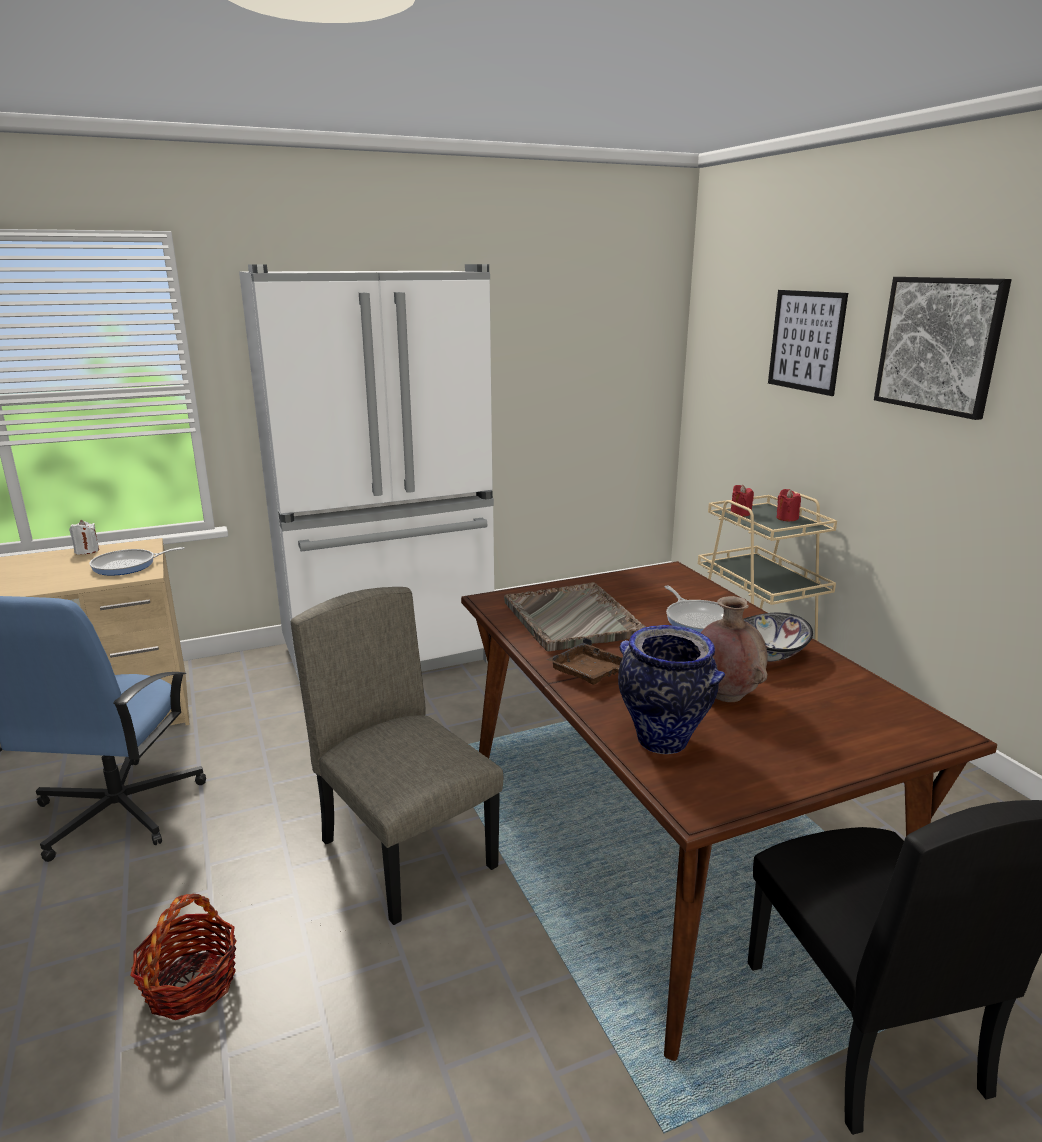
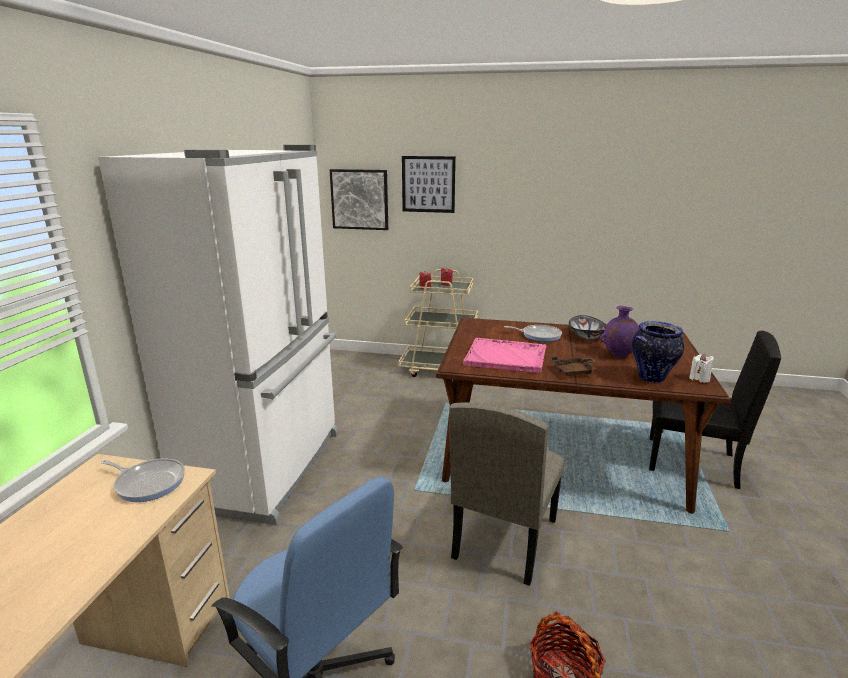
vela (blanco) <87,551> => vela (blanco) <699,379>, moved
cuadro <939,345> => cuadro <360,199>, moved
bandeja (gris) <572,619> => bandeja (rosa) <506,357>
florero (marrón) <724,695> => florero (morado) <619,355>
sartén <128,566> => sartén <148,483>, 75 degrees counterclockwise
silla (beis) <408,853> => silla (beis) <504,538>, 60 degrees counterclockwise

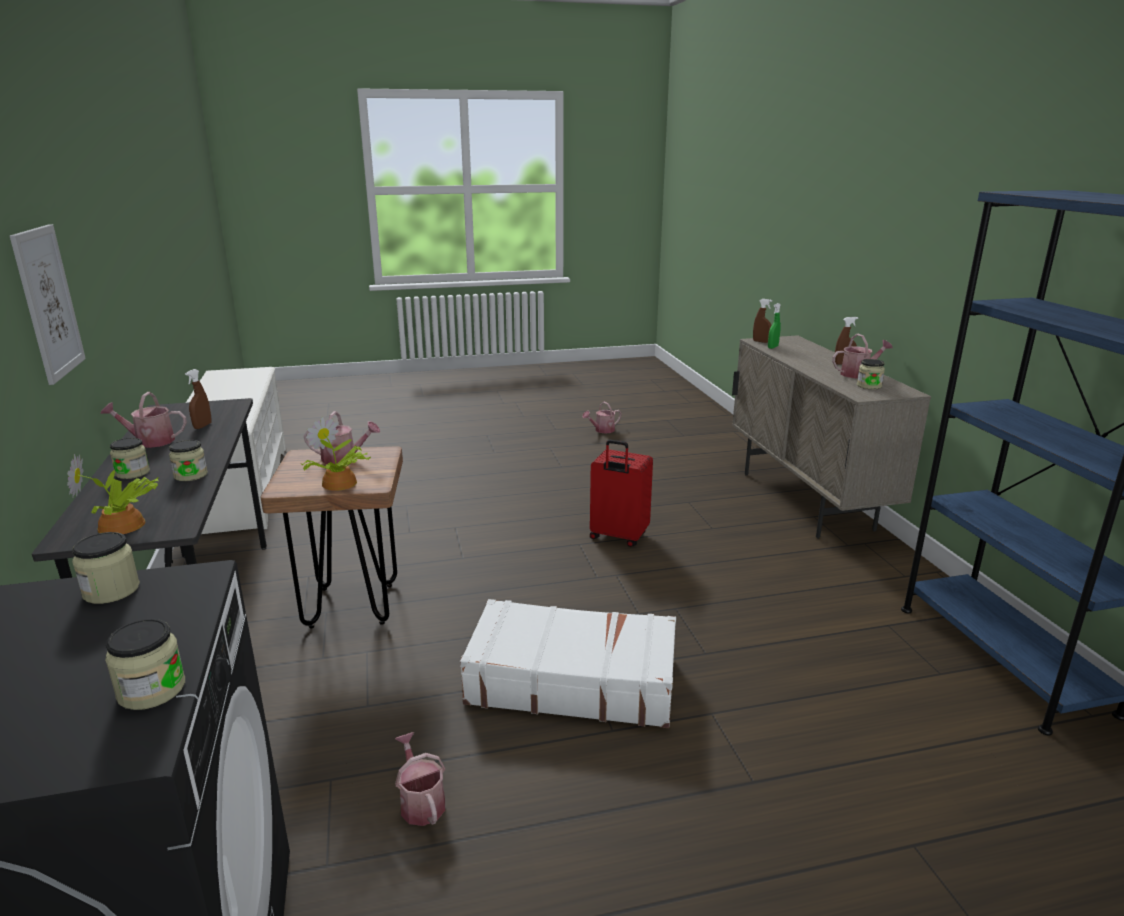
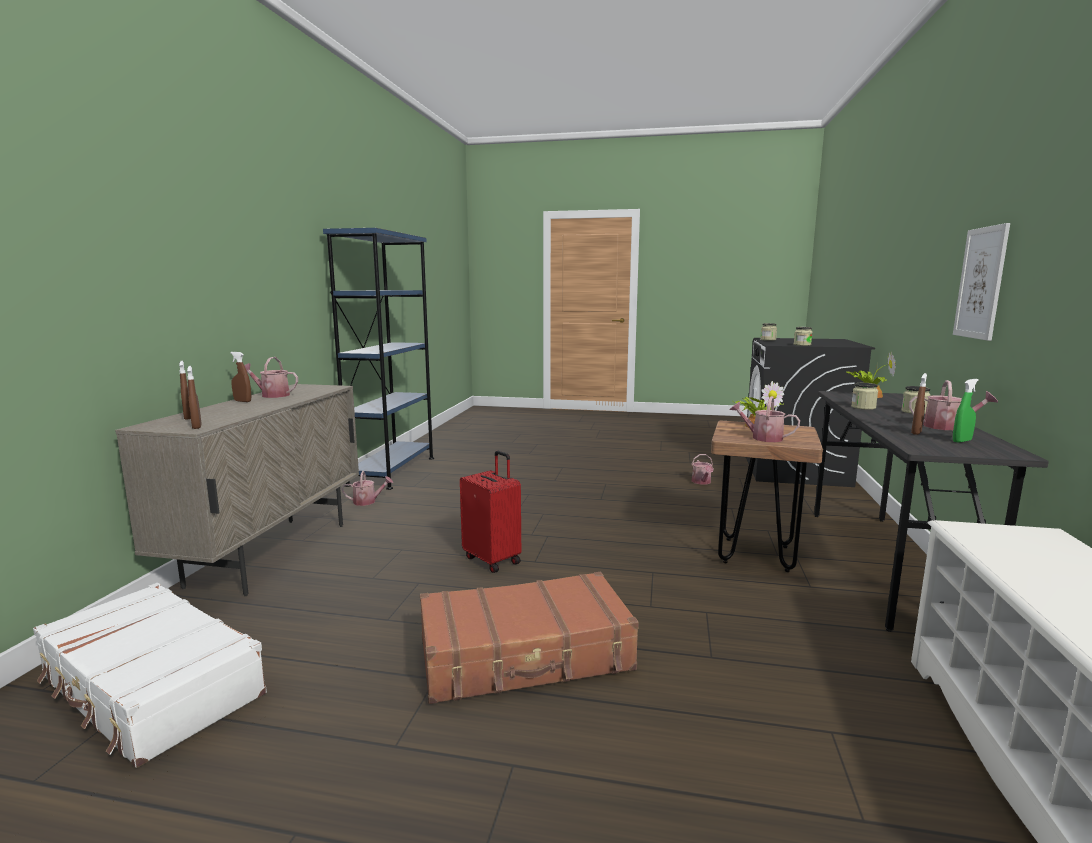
tarro <869,386> => nothing
nothing => pulverizador (marrón) <188,417>
nothing => maleta (marrón) <526,655>
maleta (blanco) <571,680> => maleta (blanco) <151,687>, moved
regadera <602,430> => regadera <368,501>, moved
pulverizador (verde) <772,347> => pulverizador (verde) <961,441>, moved

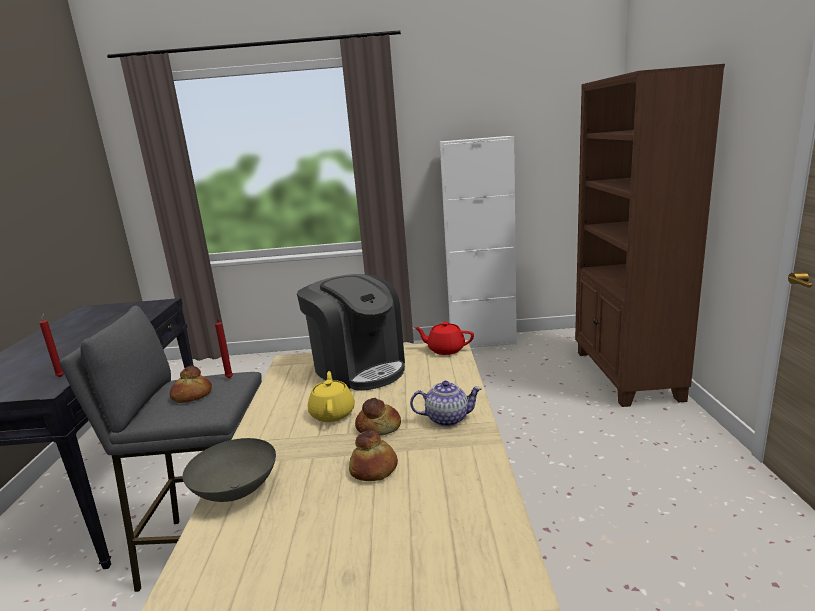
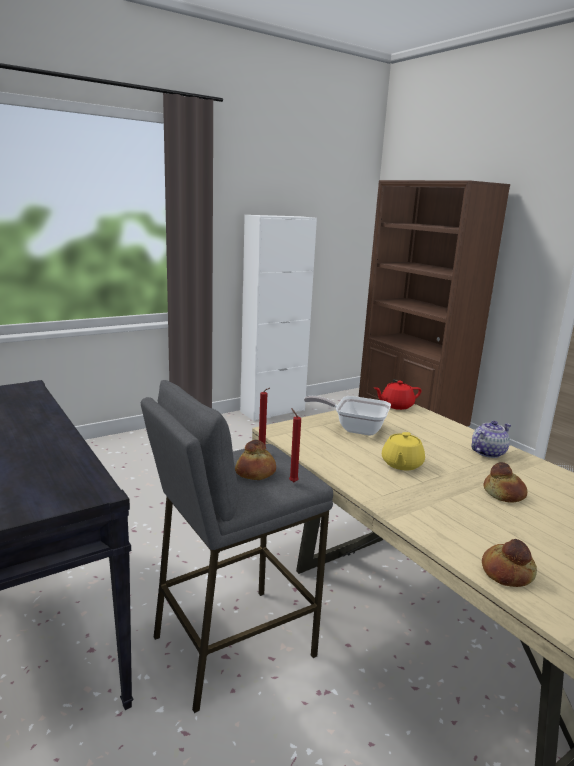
cuenco (gris) <236,492> => nothing
vela (rojo) <61,376> => vela (rojo) <292,481>, moved
pan <378,426> => pan <506,572>, moved
cafetera <358,368> => sartén <354,428>
tetera (amarillo) <332,413> => tetera (amarillo) <401,464>, 120 degrees counterclockwise

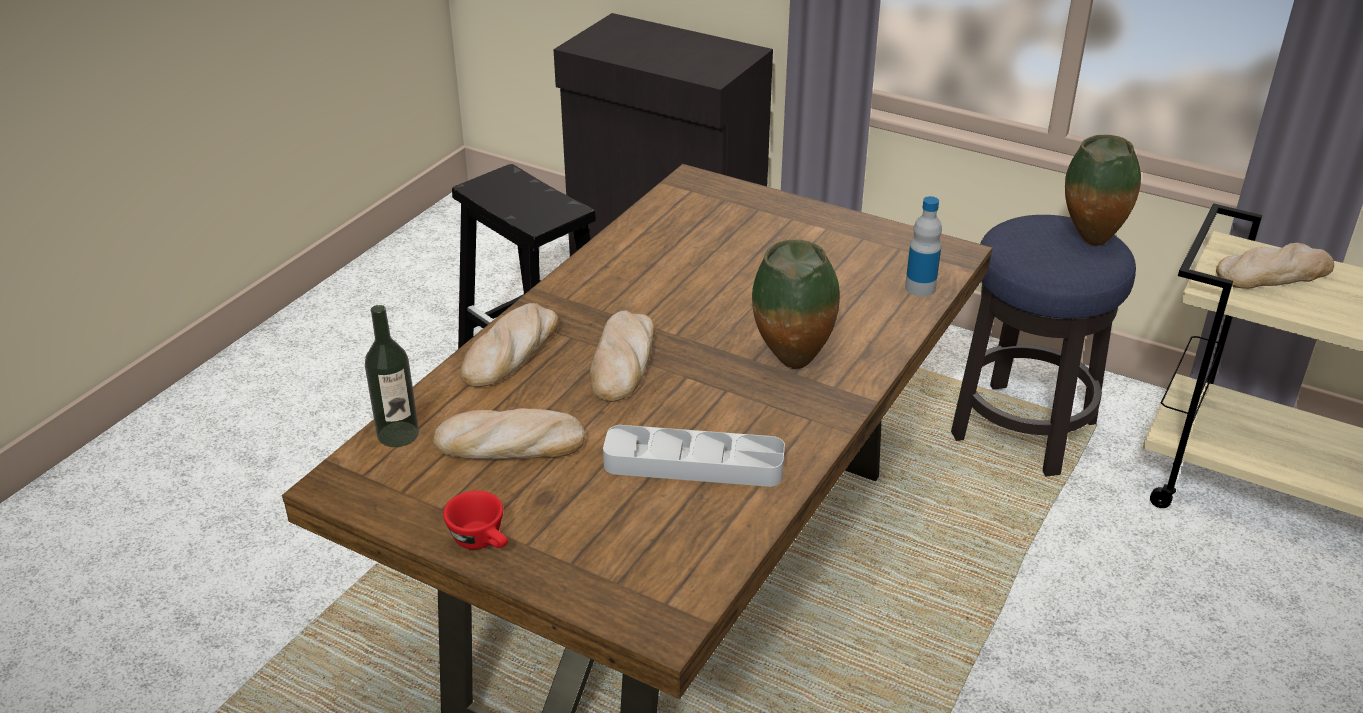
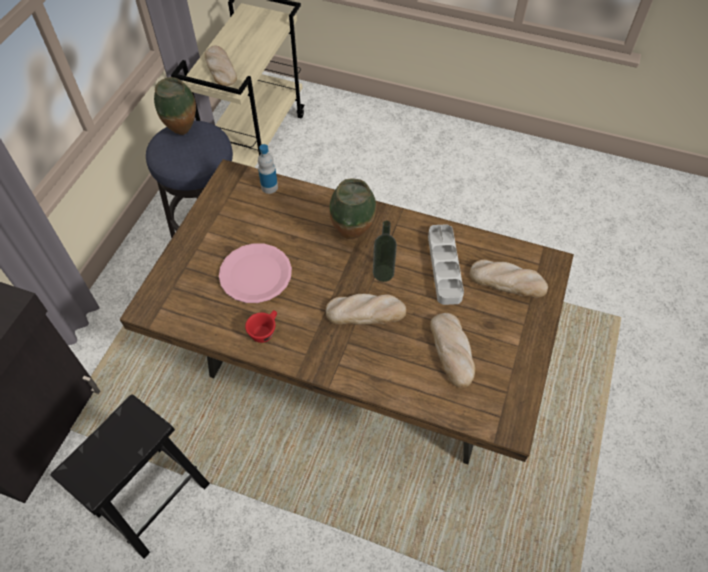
nothing => plato (rosa) <255,274>
botella <398,434> => botella <383,273>, moved
taza (rojo) <483,541> => taza (rojo) <264,331>, moved
pan <510,351> => pan <508,281>, moved

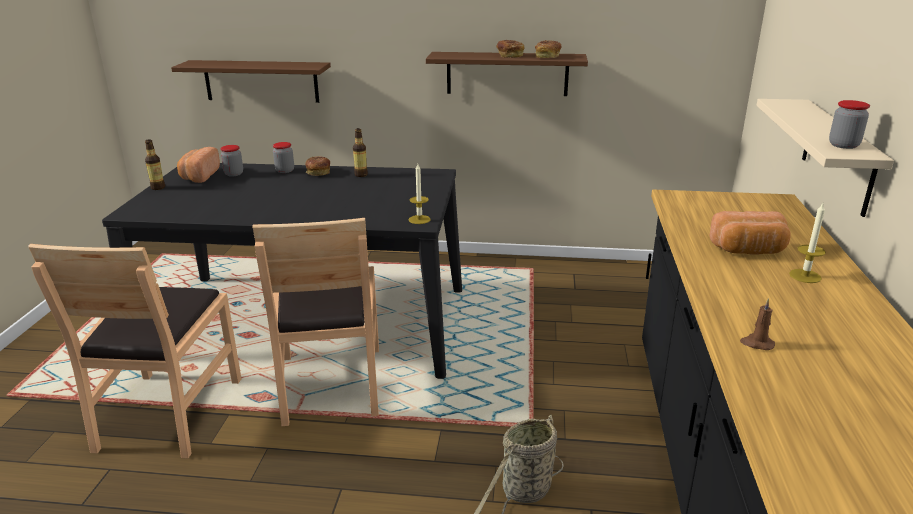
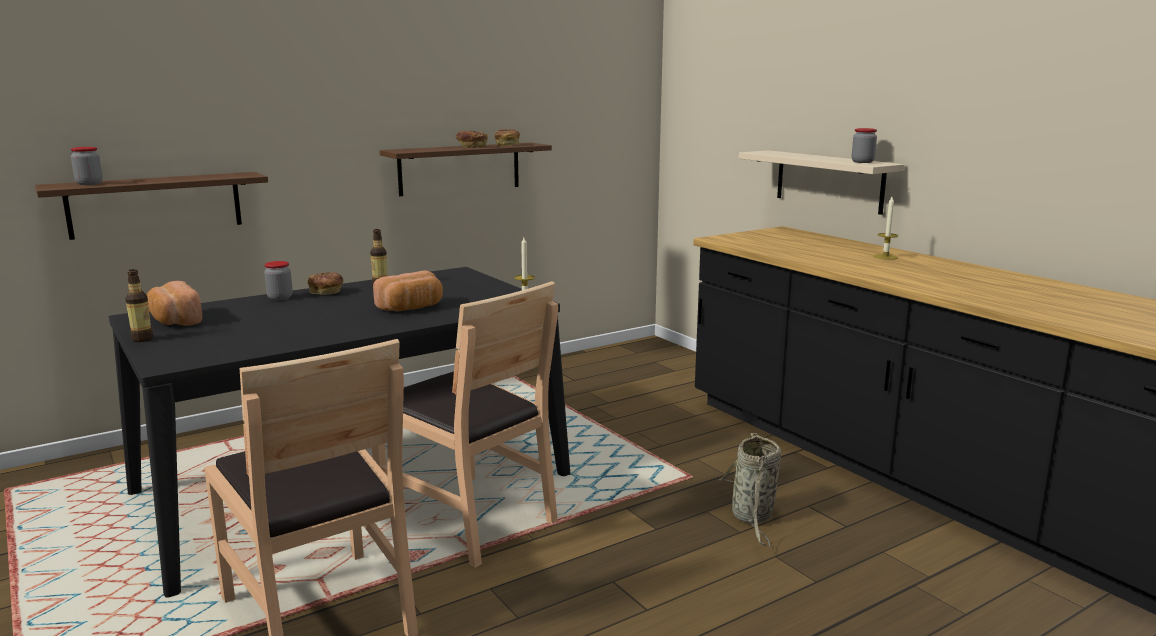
vela (marrón) <756,343> => nothing
tarro <234,174> => tarro <89,184>, moved
pan <748,250> => pan <412,308>, moved

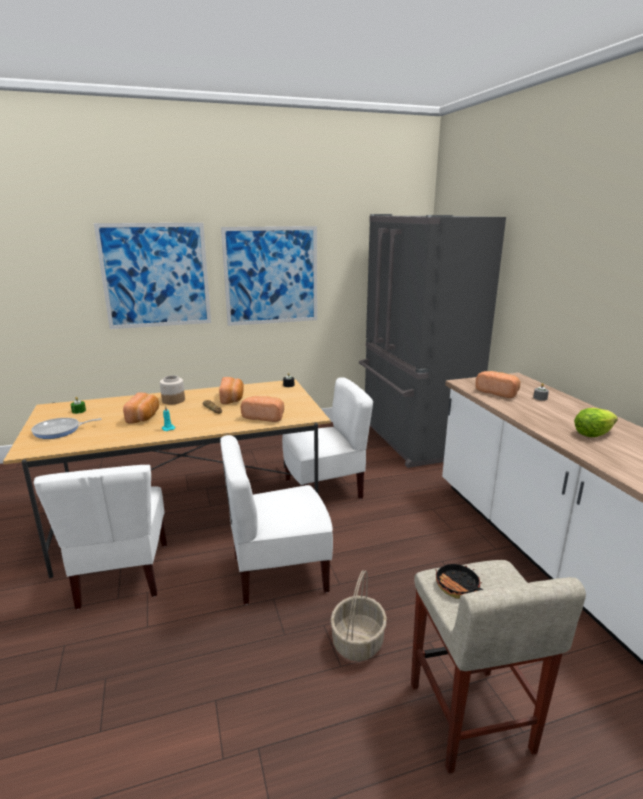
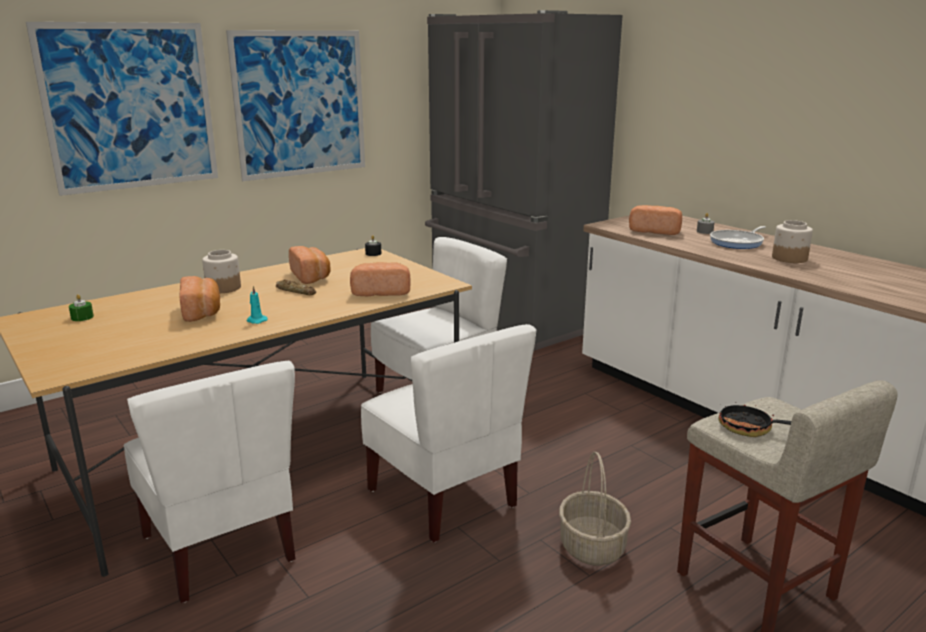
sartén <59,431> => sartén <738,242>, moved
lechuga <592,434> => tarro <789,258>
silla (blanco) <278,573> => silla (blanco) <444,497>, 90 degrees counterclockwise

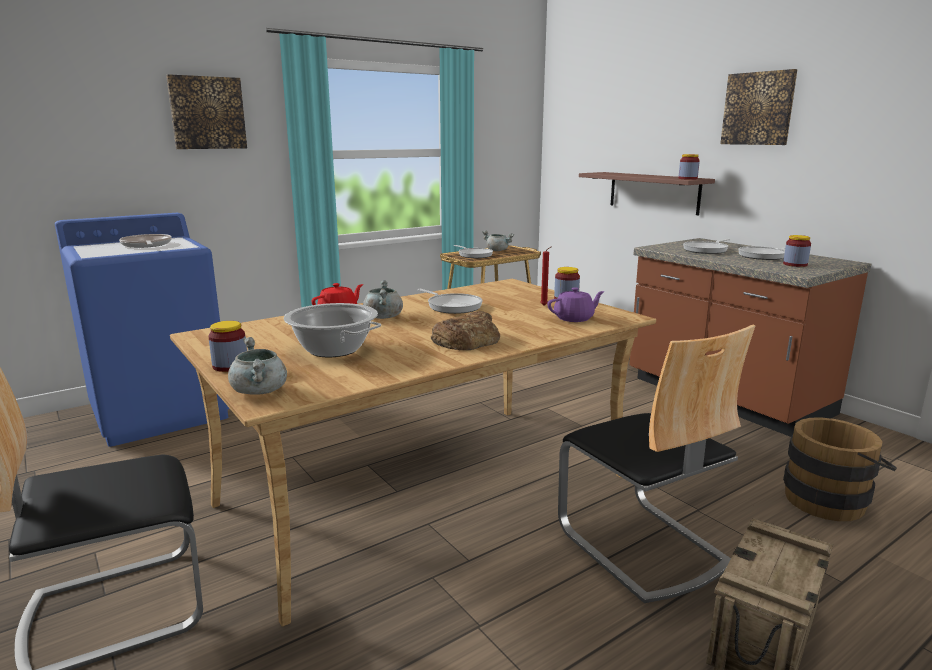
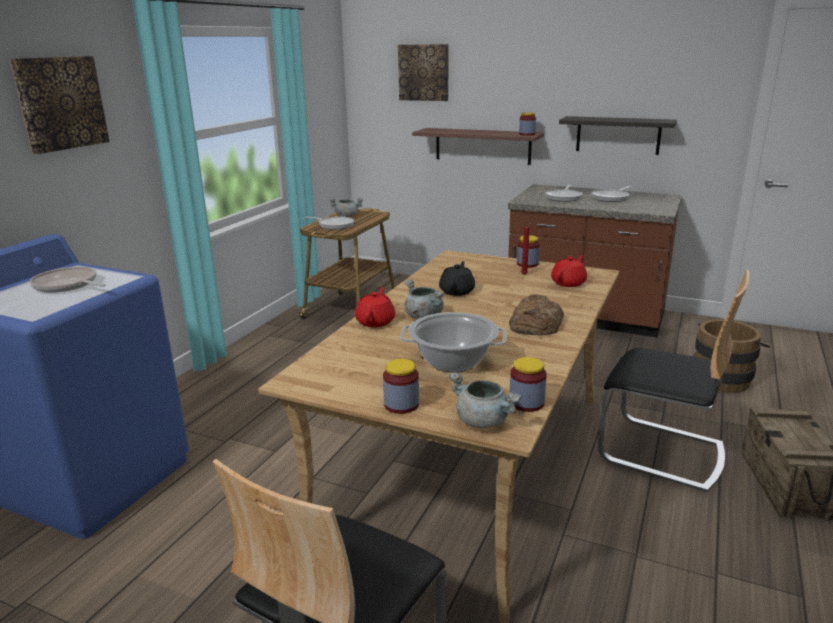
nothing => estante <618,135>
cuadro <758,108> => cuadro <424,72>, moved
tarro <795,264> => tarro <526,403>, moved
sartén <452,306> => tetera (negro) <457,291>
tetera (morado) <574,318> => tetera (rojo) <569,283>

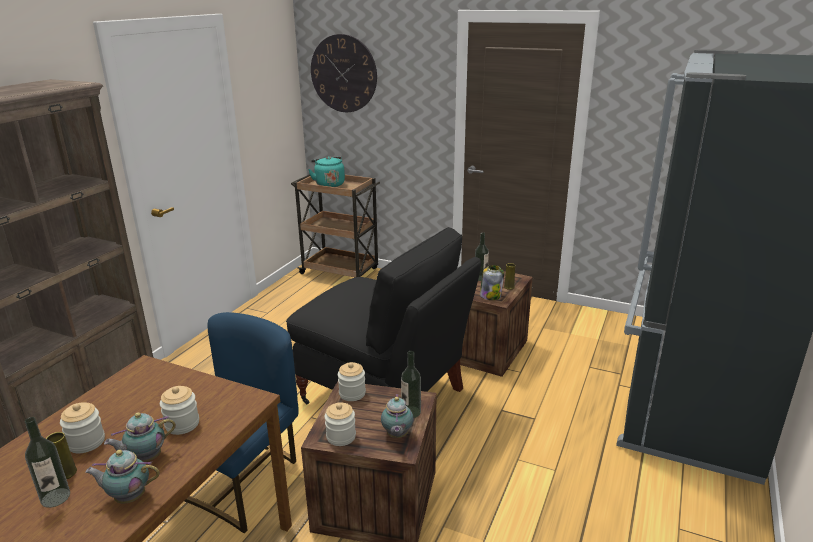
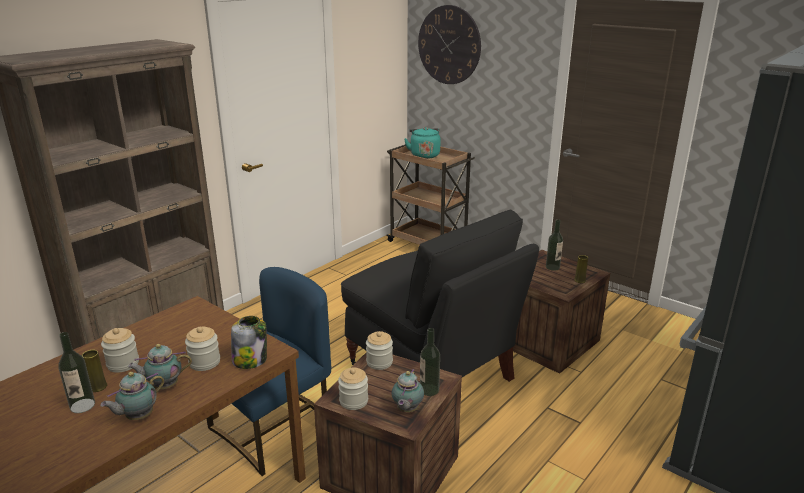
tarro <490,296> => tarro <250,360>, moved
tetera <128,497> => tetera <138,417>, 60 degrees counterclockwise

